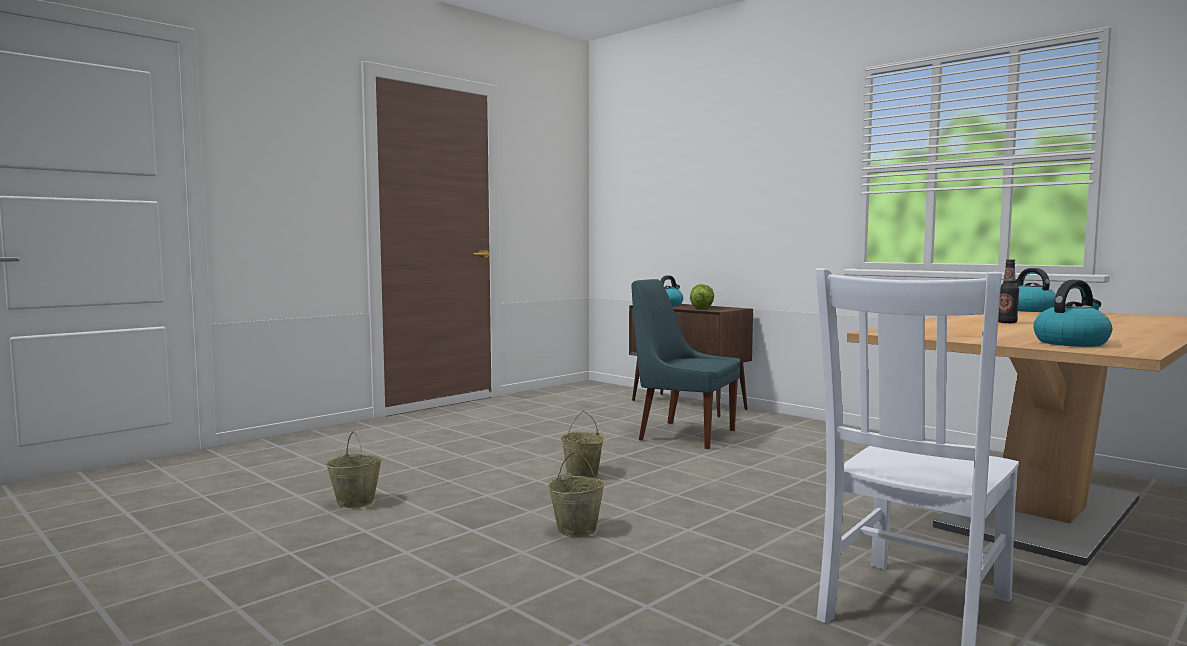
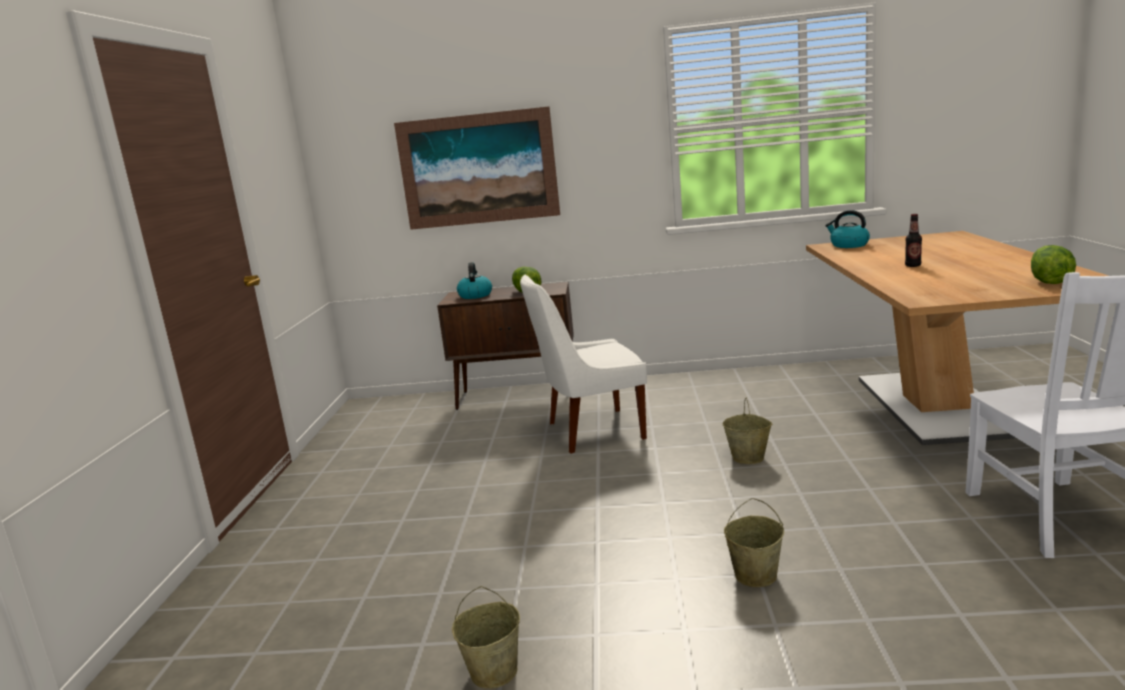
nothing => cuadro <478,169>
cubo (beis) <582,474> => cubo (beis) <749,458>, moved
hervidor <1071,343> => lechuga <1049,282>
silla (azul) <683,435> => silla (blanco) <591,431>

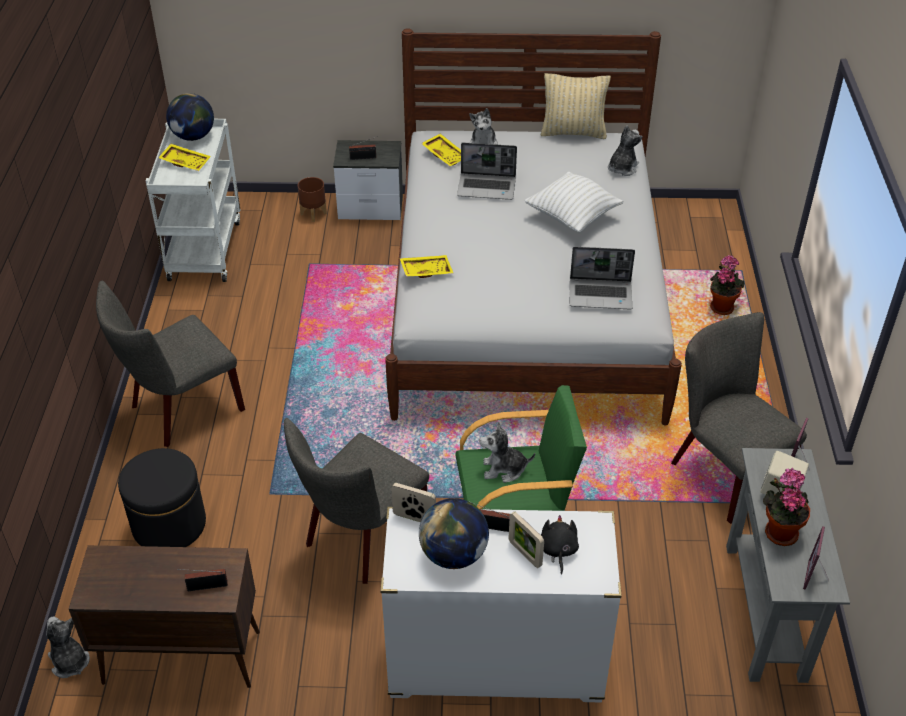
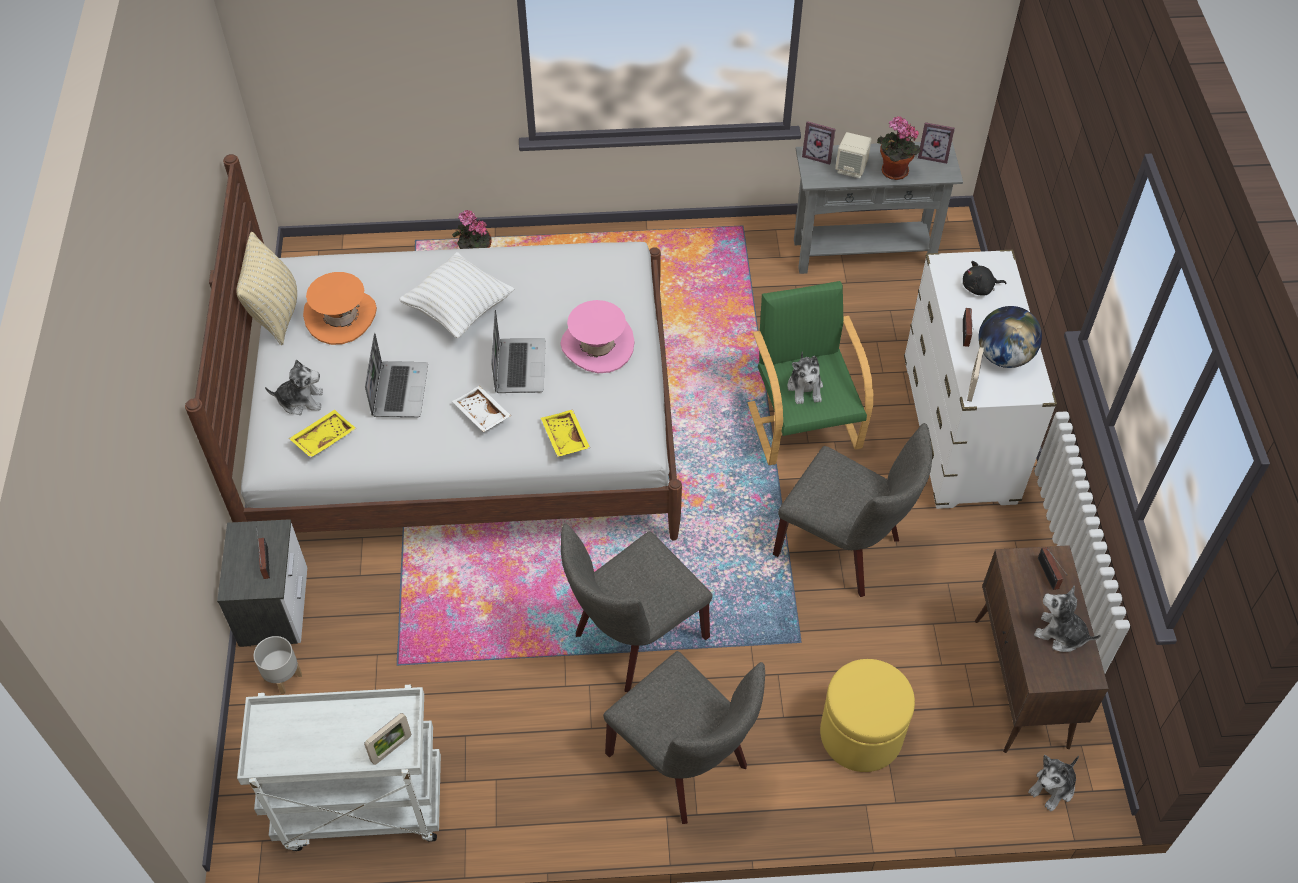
bandeja (amarillo) <186,162> => nothing
globo terráqueo <193,136> => nothing
nothing => sombrero (naranja) <341,317>
nothing => bandeja (blanco) <481,414>
nothing => sombrero (rosa) <597,346>
portarretratos <525,554> => portarretratos <391,749>, moved
portátil <601,294> => portátil <519,366>, moved
peluche <622,168> => peluche <1060,634>, moved
silla (gris) <723,470> => silla (gris) <633,639>, moved
puf (negro) <169,524> => puf (amarillo) <861,734>
maceta (marrón) <313,213> => maceta (gris) <282,677>

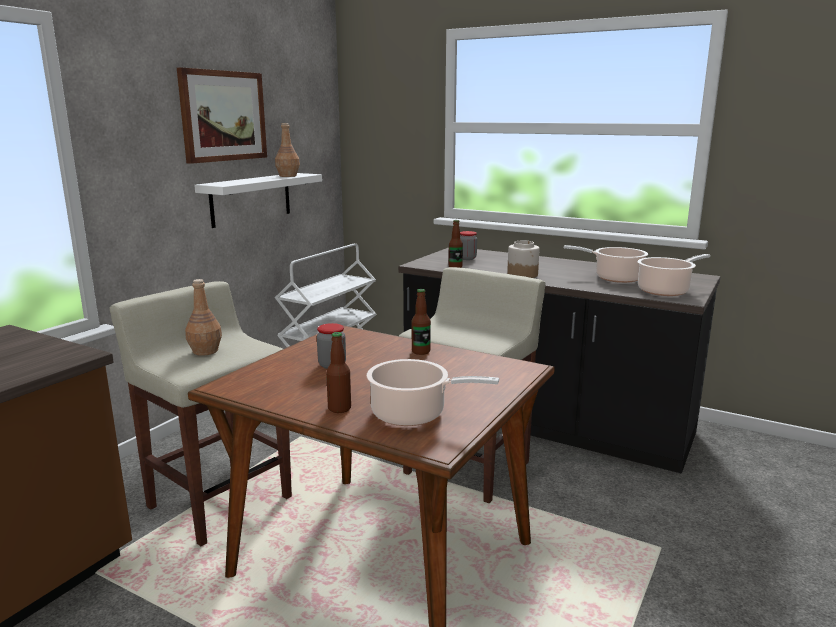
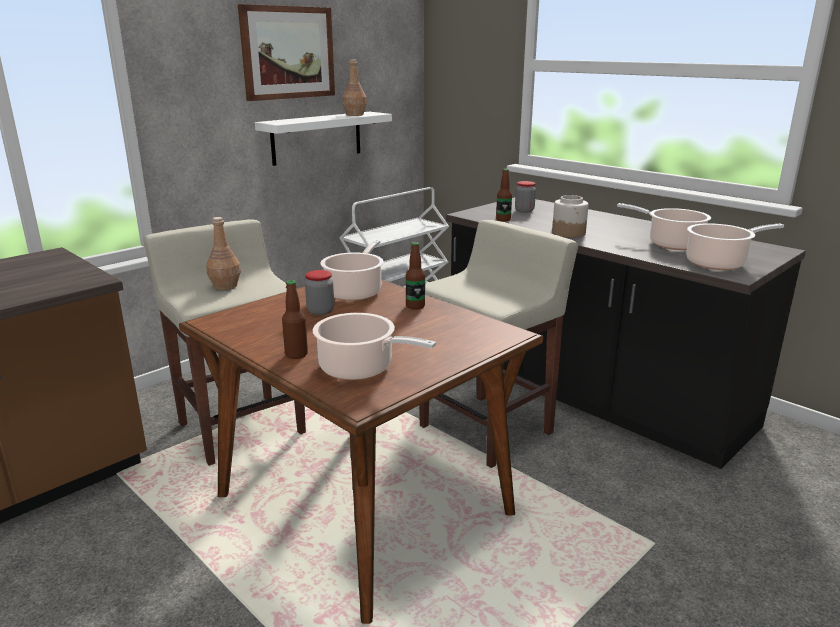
nothing => olla <355,291>

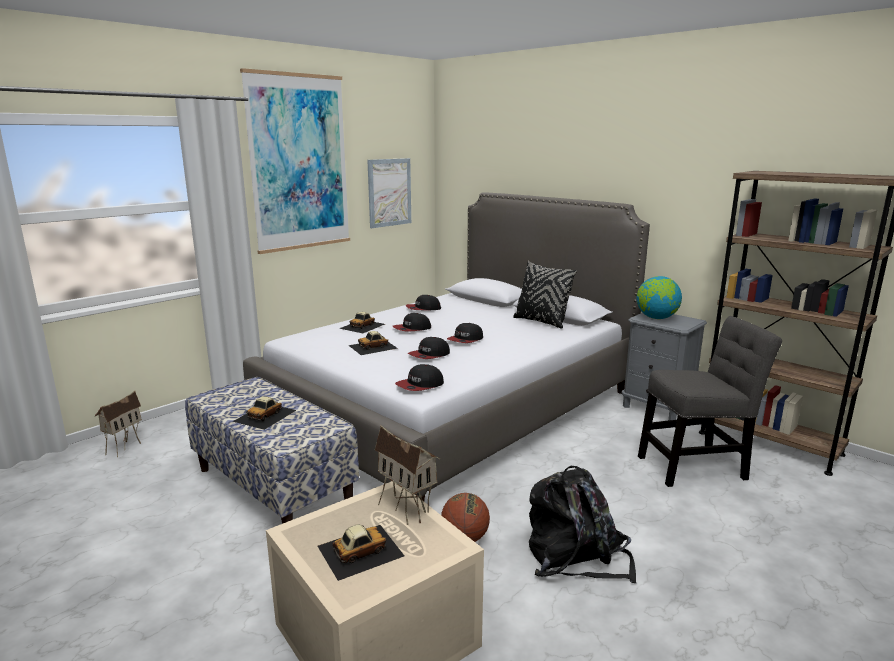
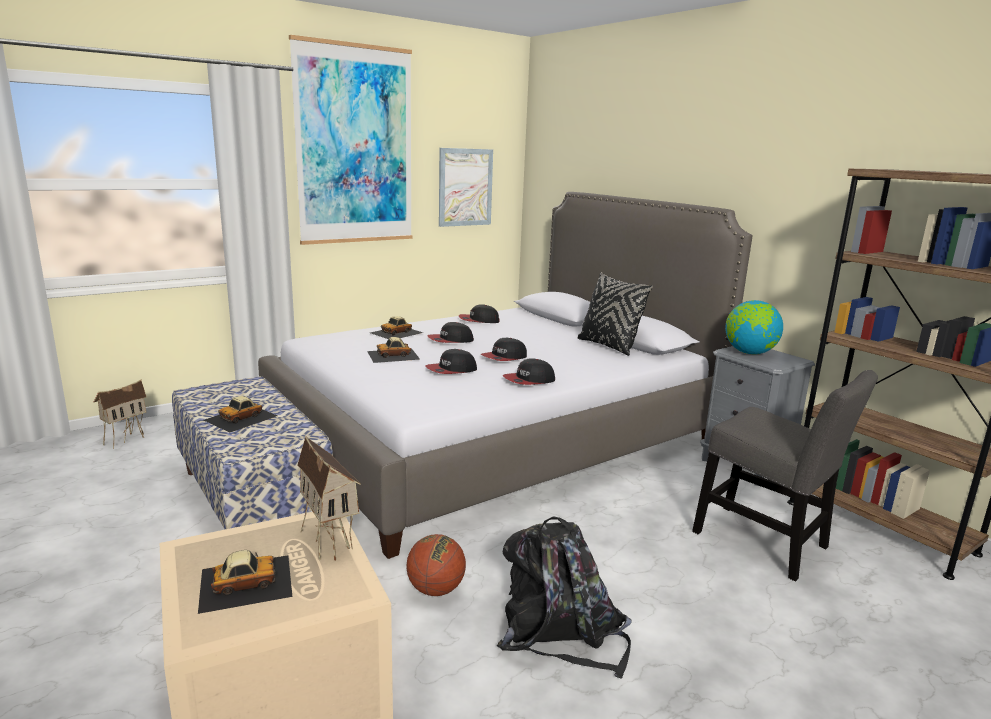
gorra <420,385> => gorra <529,380>, moved
silla (gris) <696,466> => silla (gris) <766,543>, 45 degrees clockwise

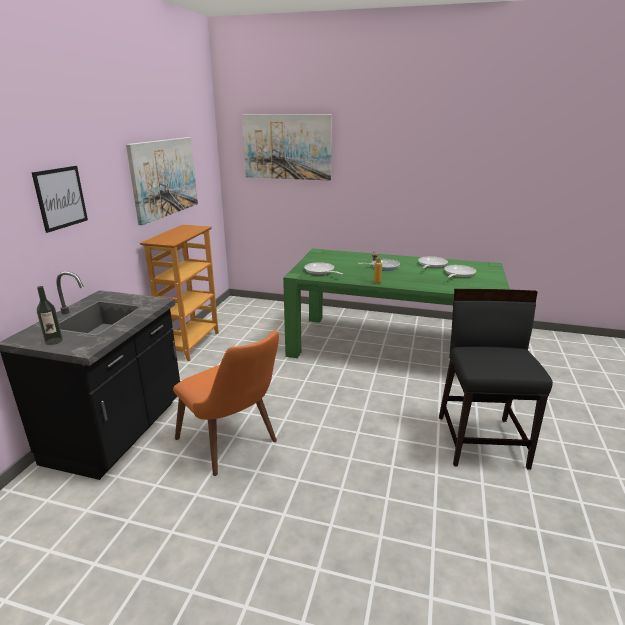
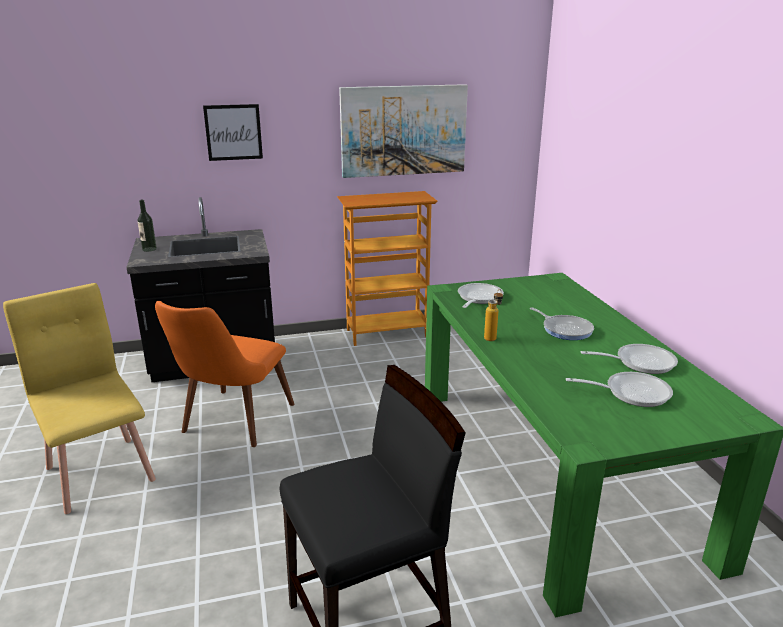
cuadro <287,147> => nothing
nothing => silla (amarillo) <100,472>

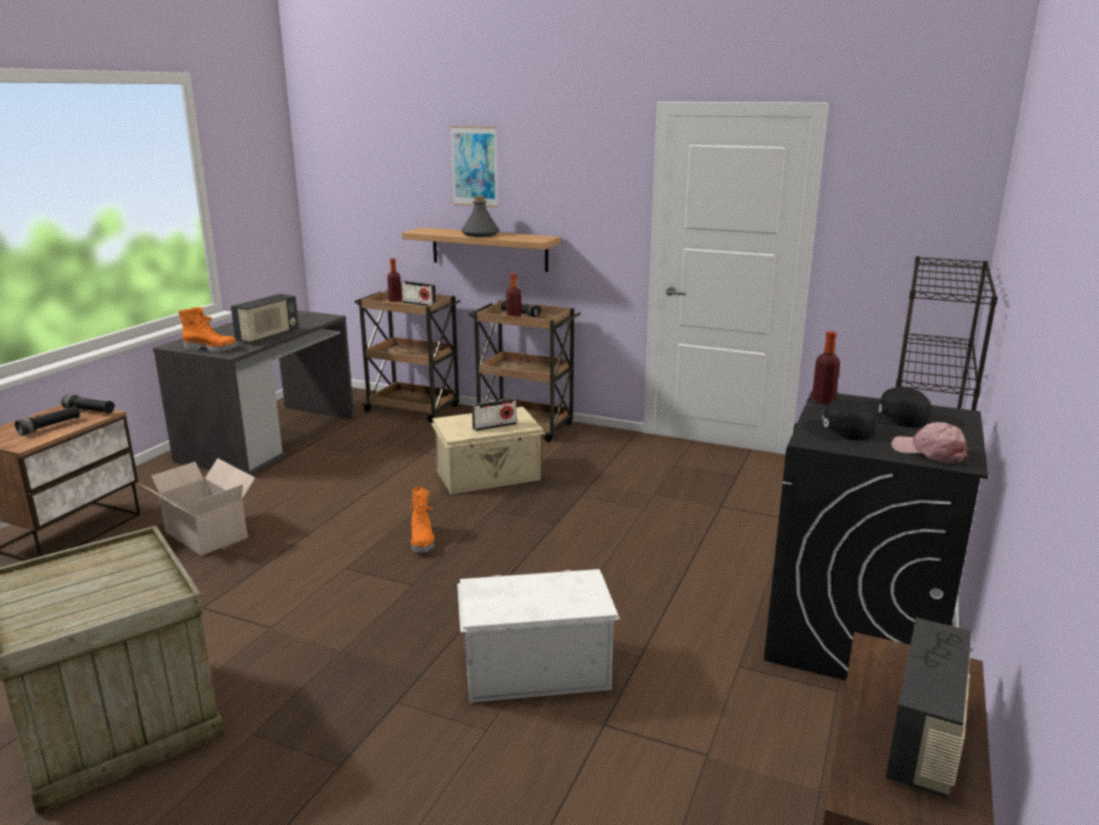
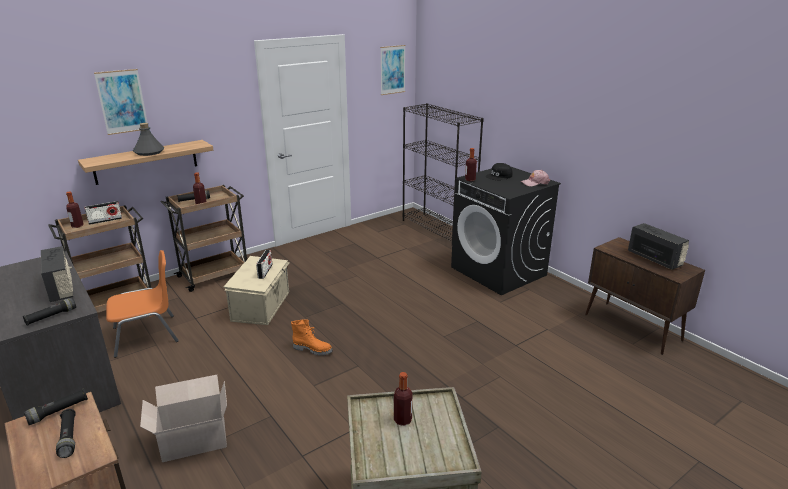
caja de almacenaje (blanco) <534,667> => nothing
gorra (negro) <839,430> => nothing
nothing => silla (naranja) <147,335>
nothing => cuadro <392,70>
nothing => botella <402,420>
bota (naranja) <212,349> => linterna (negro) <51,316>

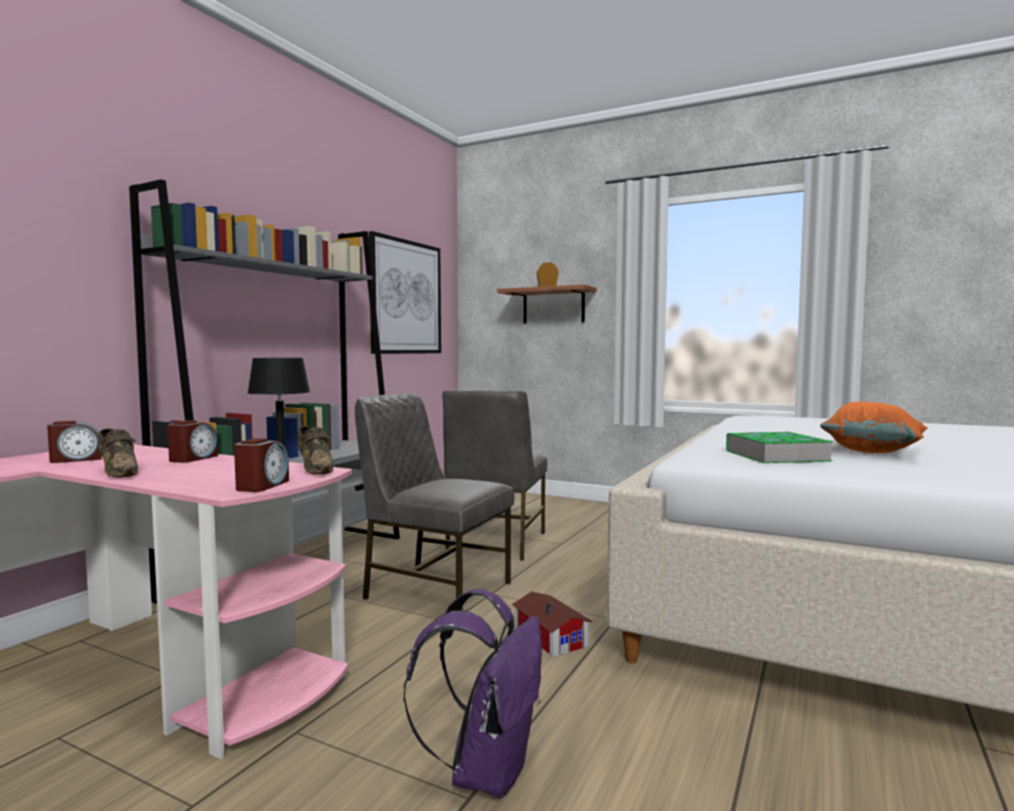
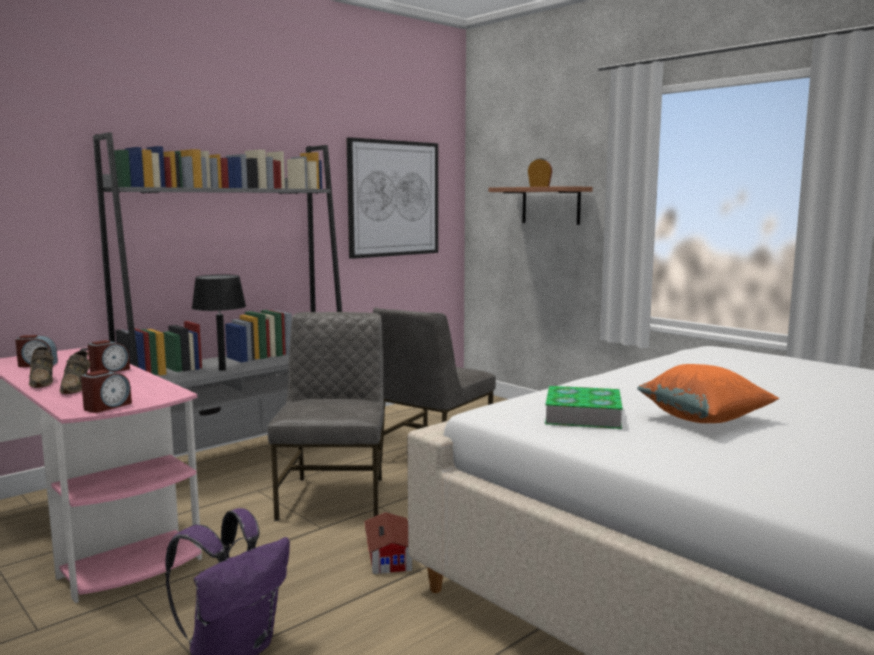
zapato (marrón) <315,469> => zapato (marrón) <77,387>, moved
silla (gris) <435,591> => silla (gris) <335,497>, 45 degrees clockwise

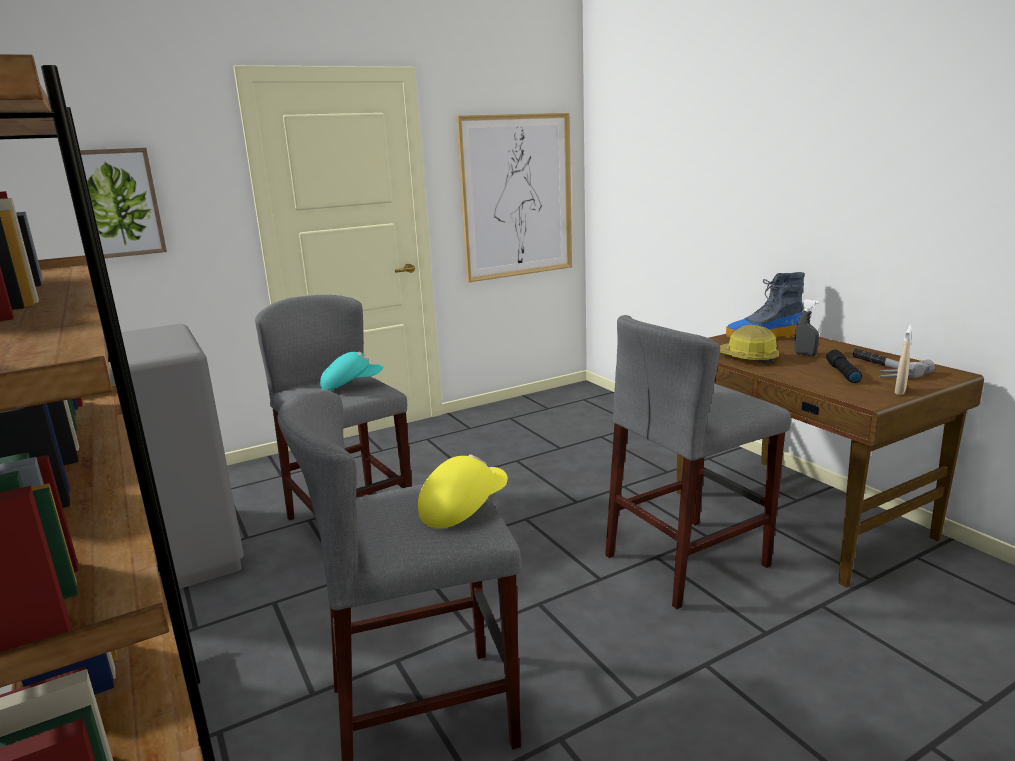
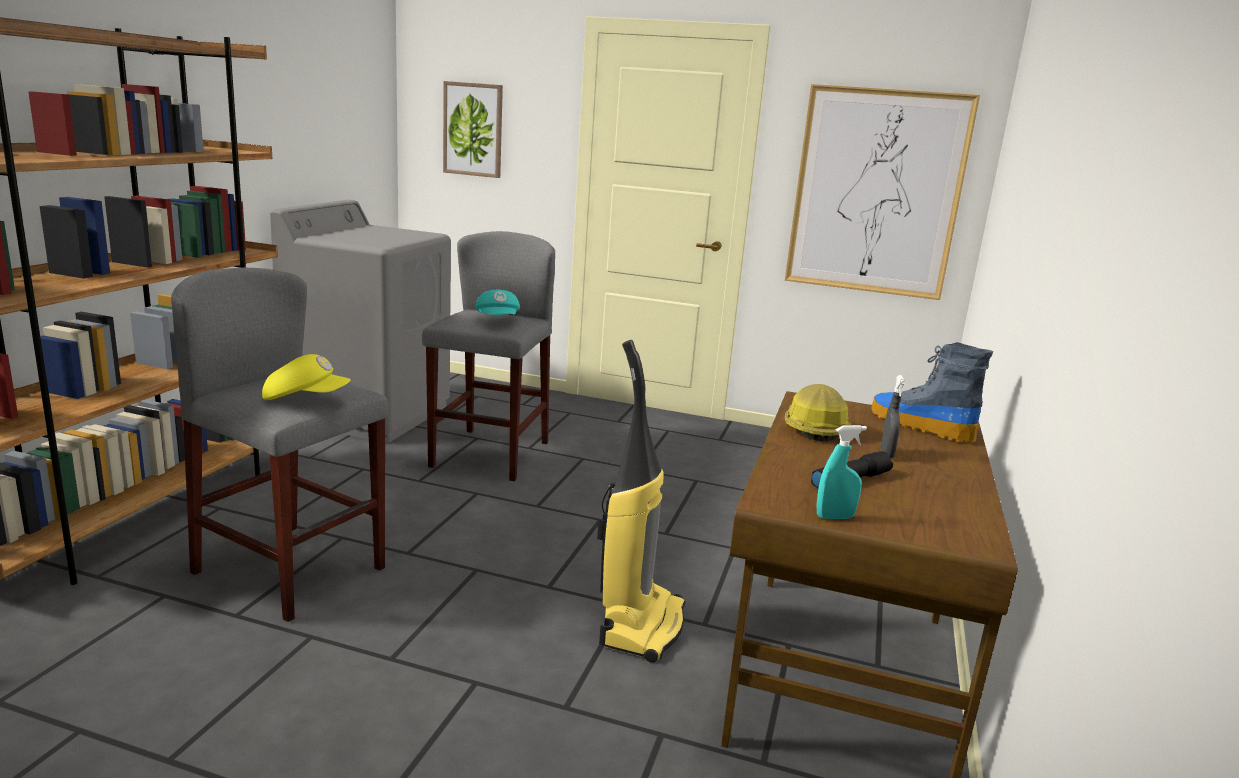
martillo <880,369> => nothing
taburete (gris) <687,561> => aspiradora <640,625>
pulverizador (beis) <900,391> => pulverizador (turquesa) <835,517>
gorra (turquesa) <351,385> => gorra (turquesa) <498,320>, 45 degrees clockwise

